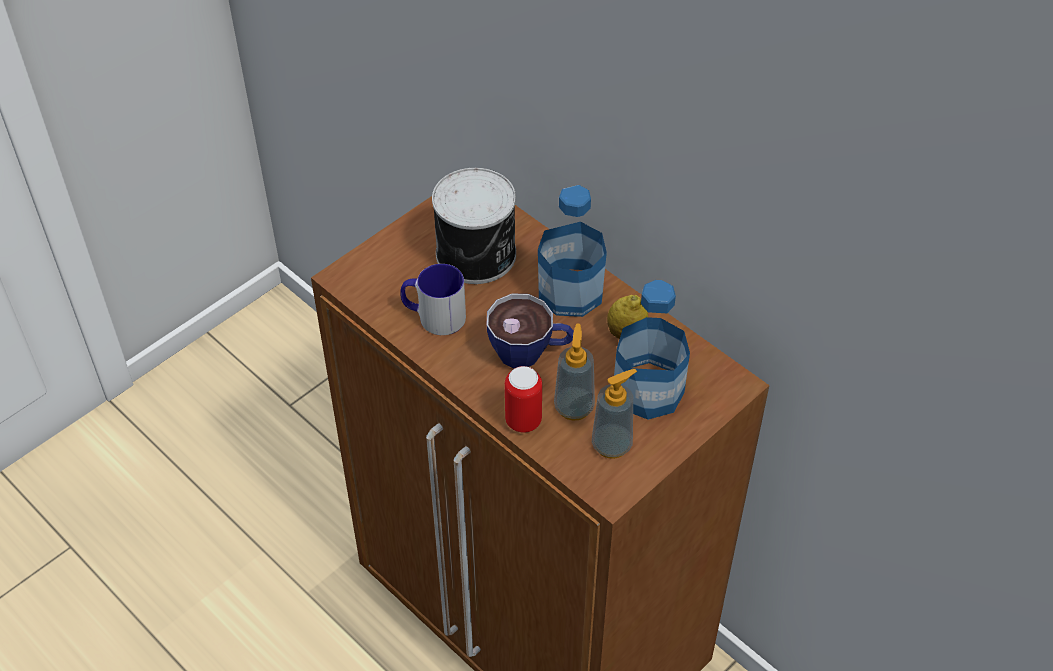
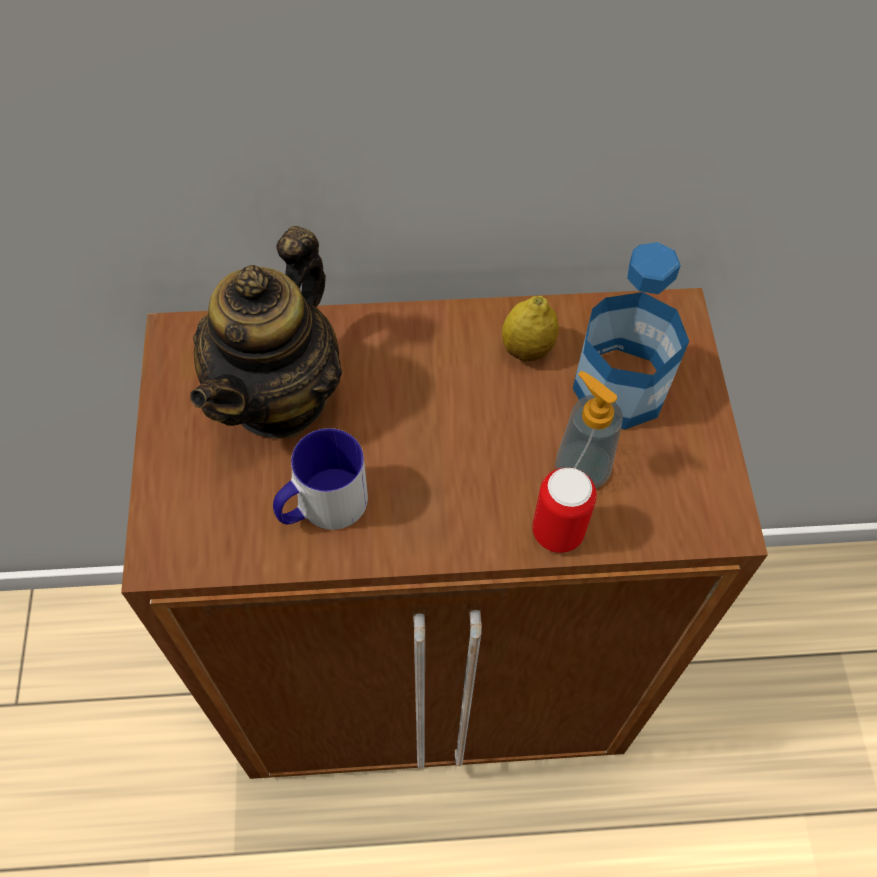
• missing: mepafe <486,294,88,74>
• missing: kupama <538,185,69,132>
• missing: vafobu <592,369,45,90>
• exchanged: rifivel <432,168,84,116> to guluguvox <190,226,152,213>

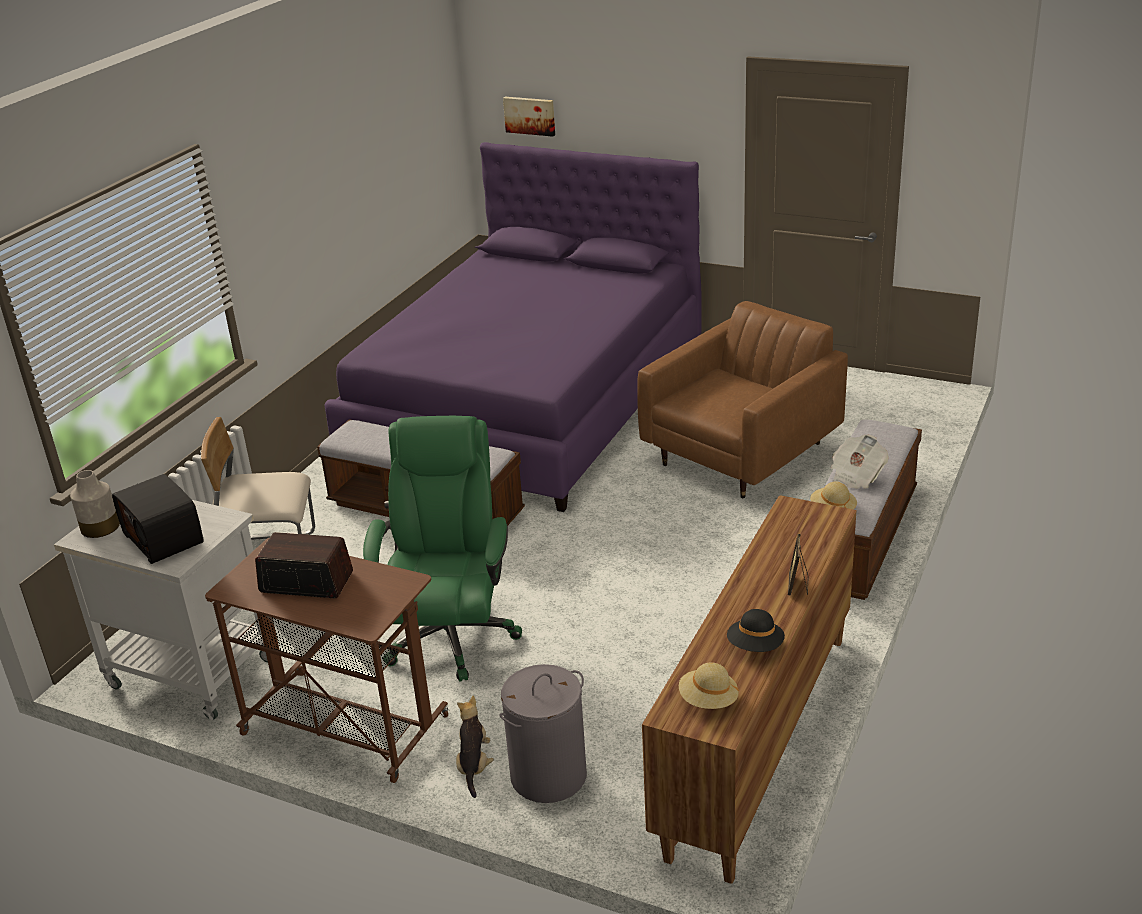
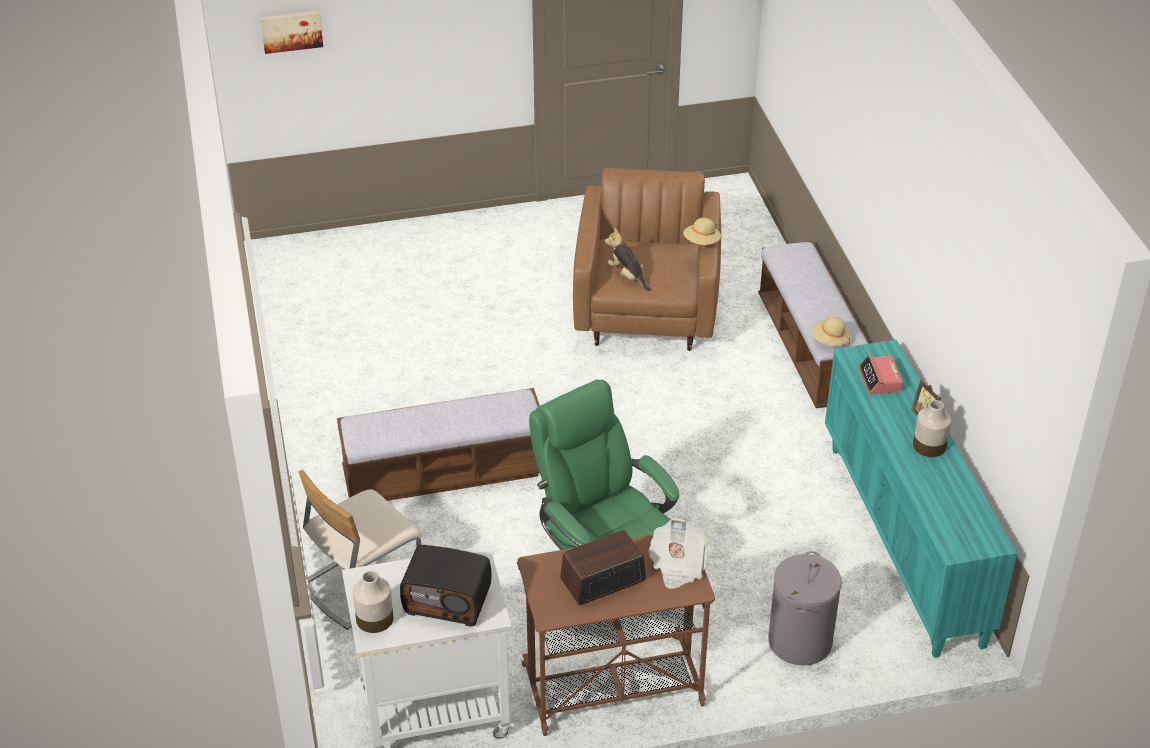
• missing: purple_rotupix <325,142,377,370>
• missing: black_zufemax <727,609,58,43>
• appeared: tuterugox <858,355,45,40>
• appeared: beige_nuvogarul <913,400,38,57>
• relocated: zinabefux <456,696,38,102> to <605,228,46,63>
• relocated: beige_zufemax <679,662,60,47> to <683,218,38,27>
• relocated: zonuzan <831,434,58,55> to <648,518,60,71>
• colour: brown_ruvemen <642,495,215,389> to turquoise_ruvemen <825,340,192,318>

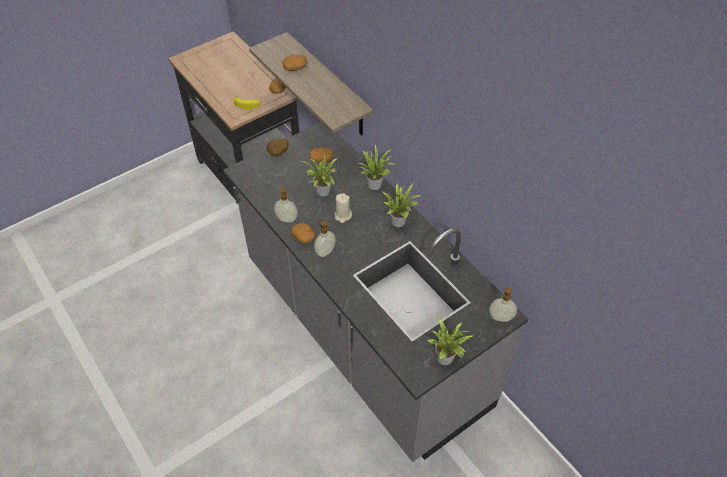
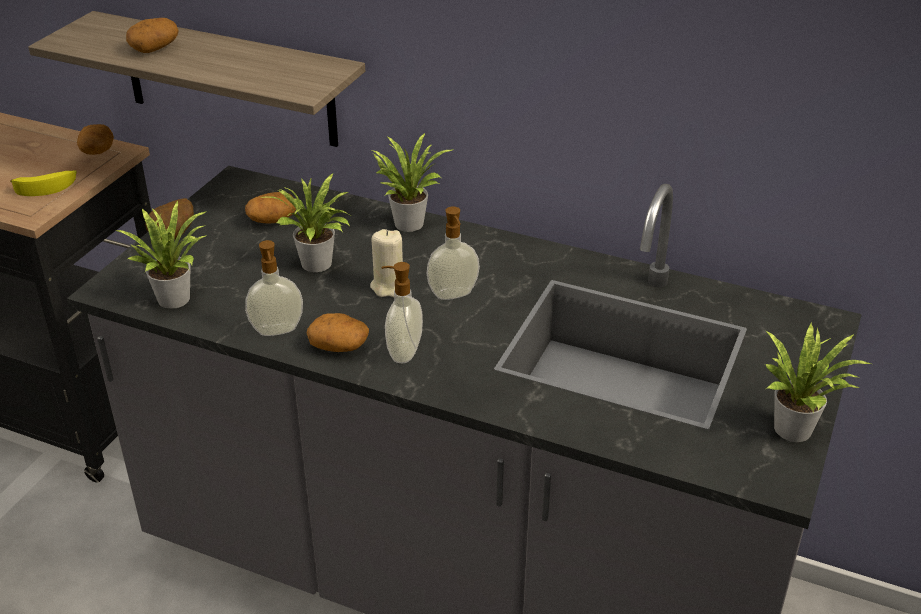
• relocated: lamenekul <383,183,37,44> to <115,201,92,107>
• relocated: vafobu <489,287,28,35> to <426,206,54,94>

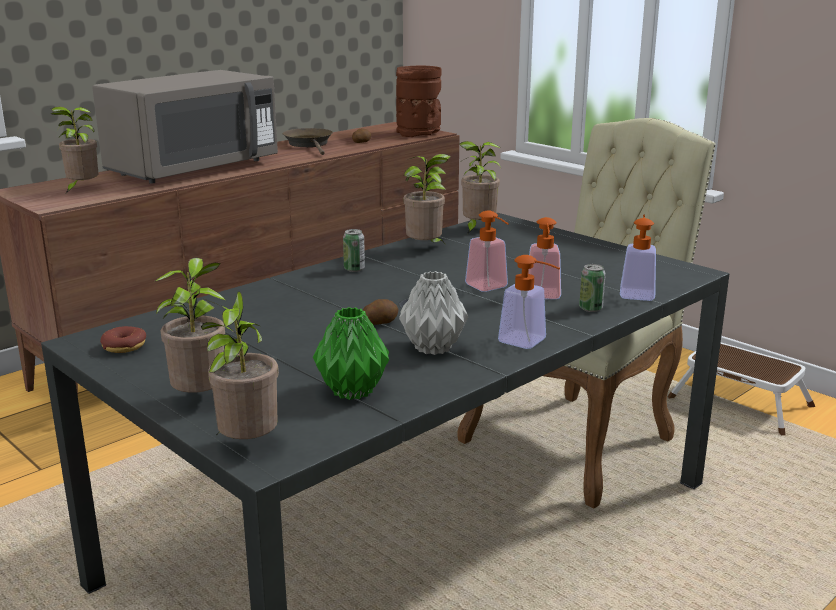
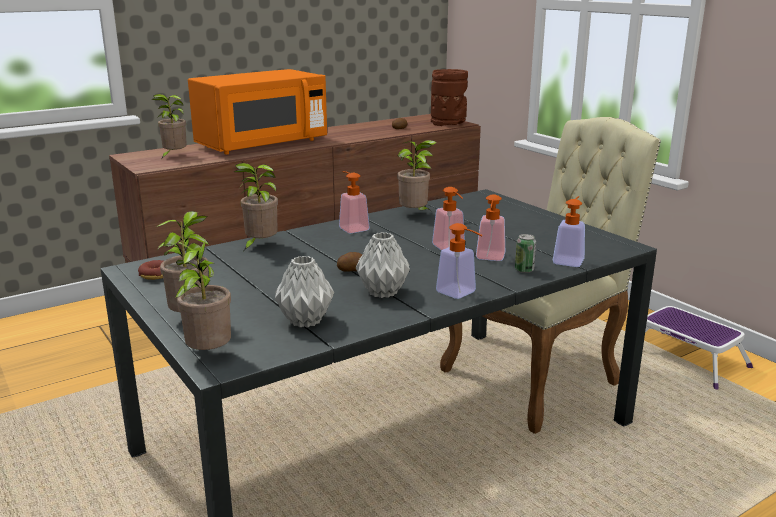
• missing: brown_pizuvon <283,128,50,27>
• relocated: lamenekul <459,141,42,93> to <234,163,44,87>
• exchanged: rifivel <343,229,22,43> to vafobu <339,171,31,62>
• colour: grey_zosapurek <92,70,186,114> to orange_zosapurek <188,69,139,86>
• colour: green_nuvogarul <313,307,76,93> to grey_nuvogarul <275,256,59,72>
• colour: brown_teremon <668,343,147,92> to purple_teremon <645,306,108,83>

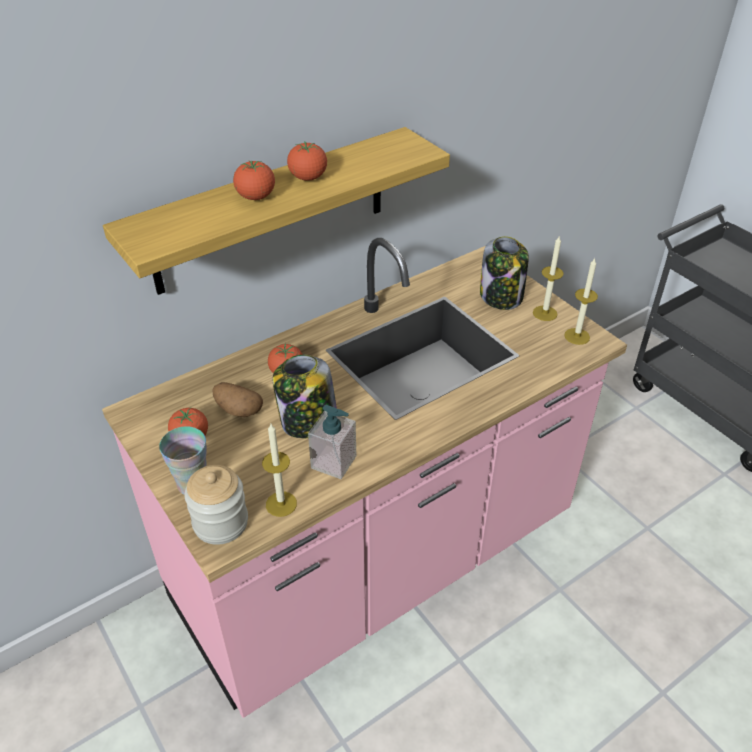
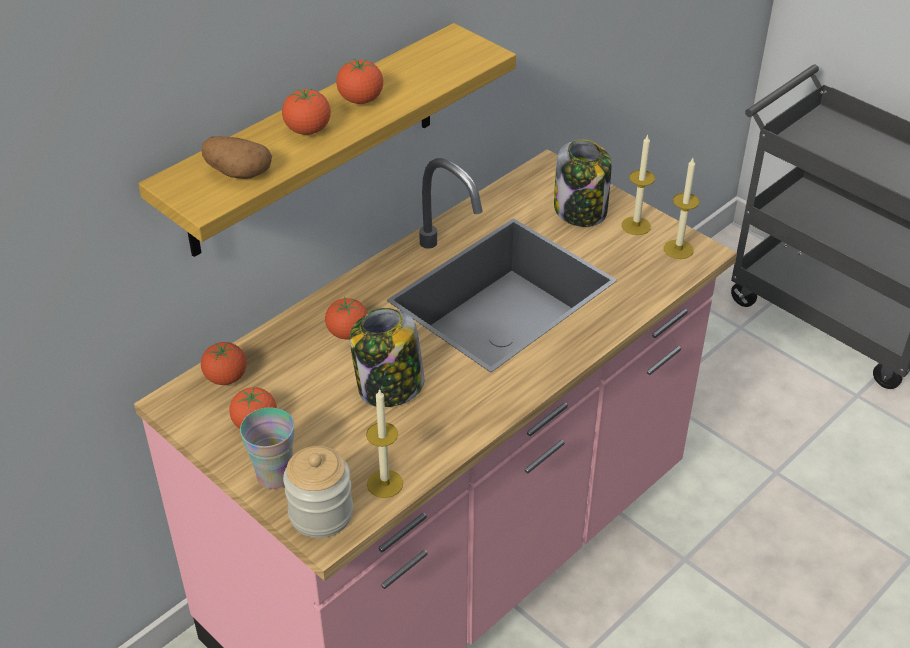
• missing: vafobu <308,405,48,74>
• appeared: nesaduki <201,342,46,43>
• relocated: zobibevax <212,382,51,35> to <202,136,70,43>

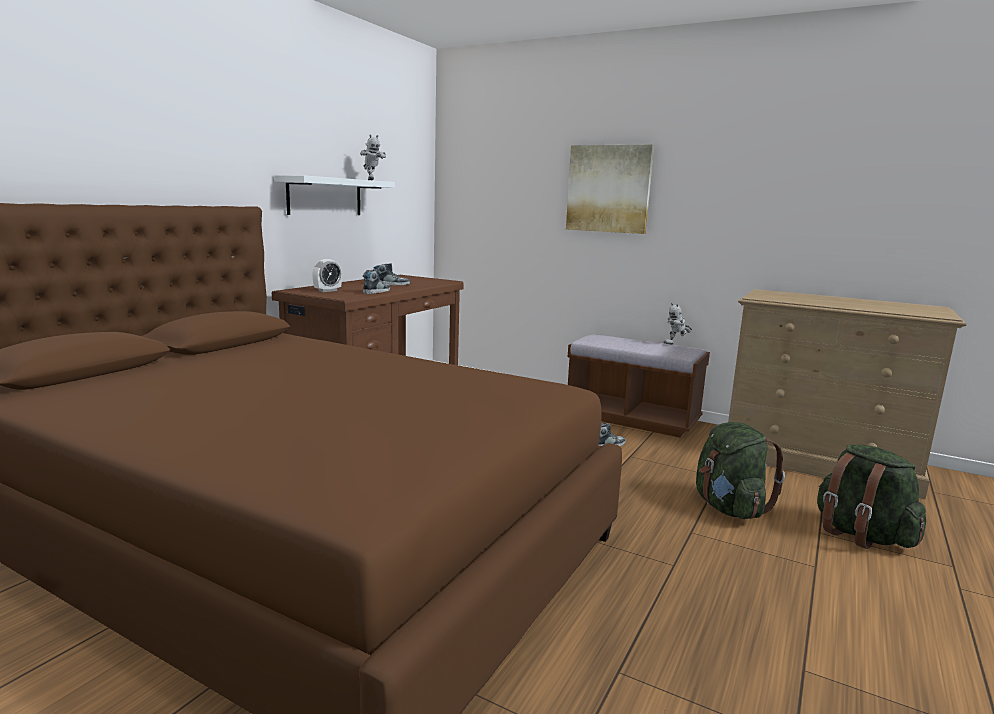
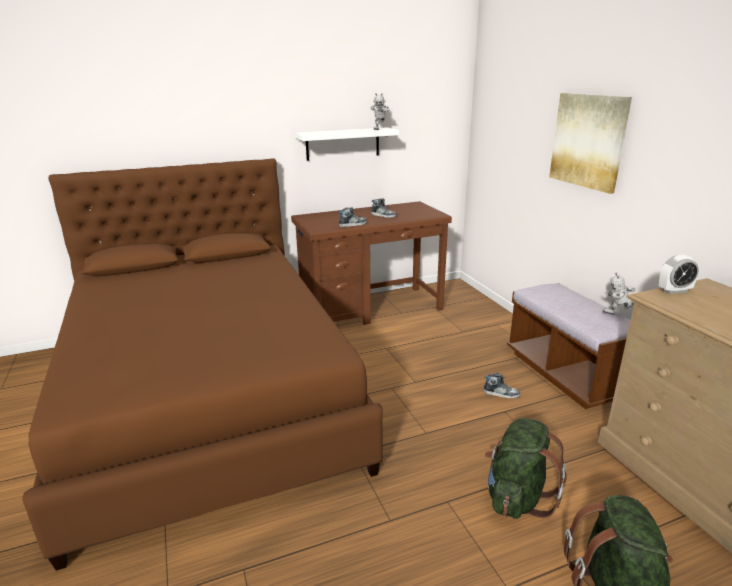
• relocated: tuterugox <312,259,30,33> to <659,255,40,39>

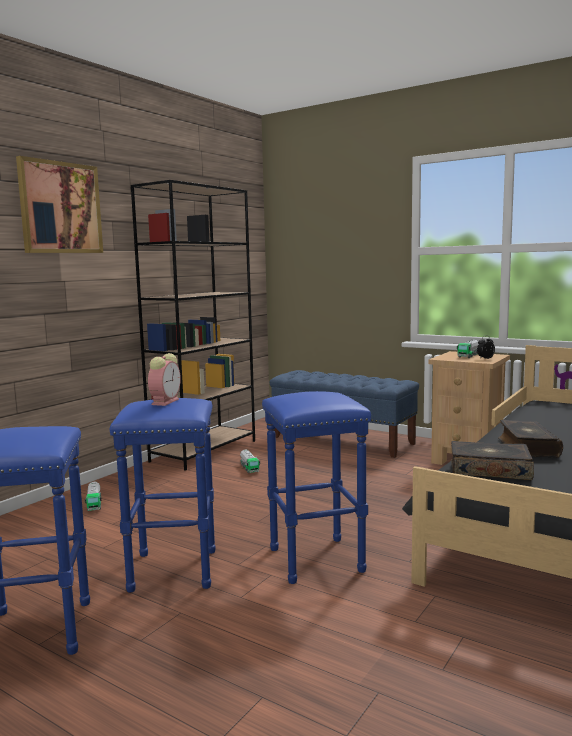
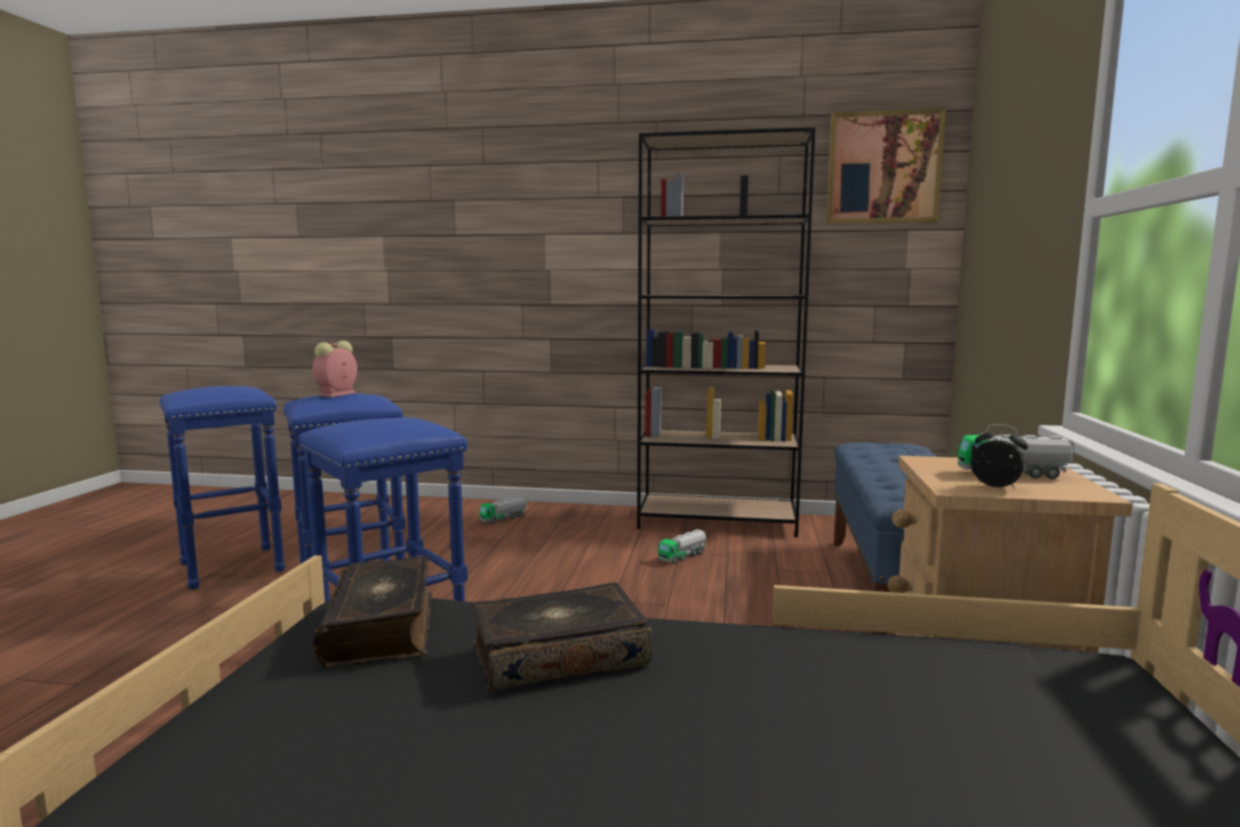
• relocated: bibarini <16,156,87,97> to <826,108,120,116>
• spun: tuterugox <148,353,33,53> = <313,341,44,56> 120 degrees clockwise

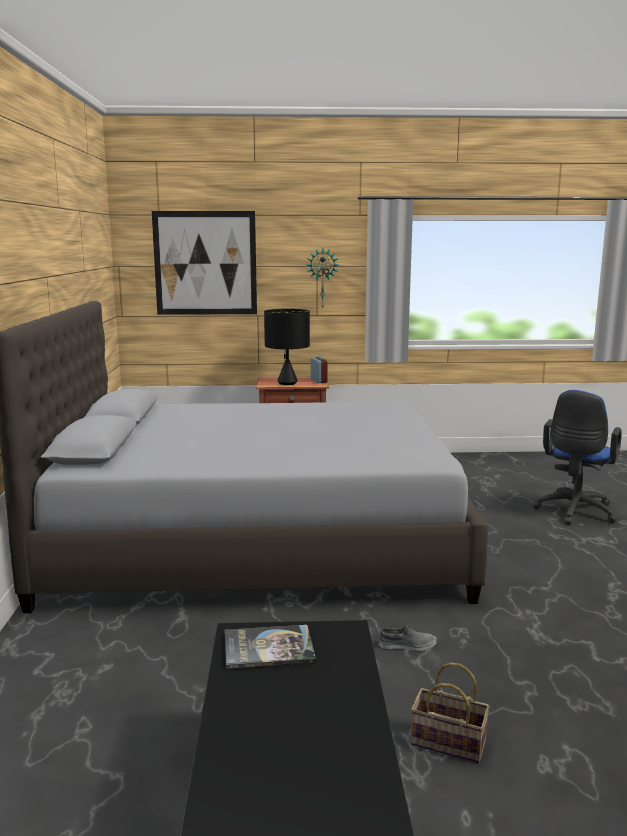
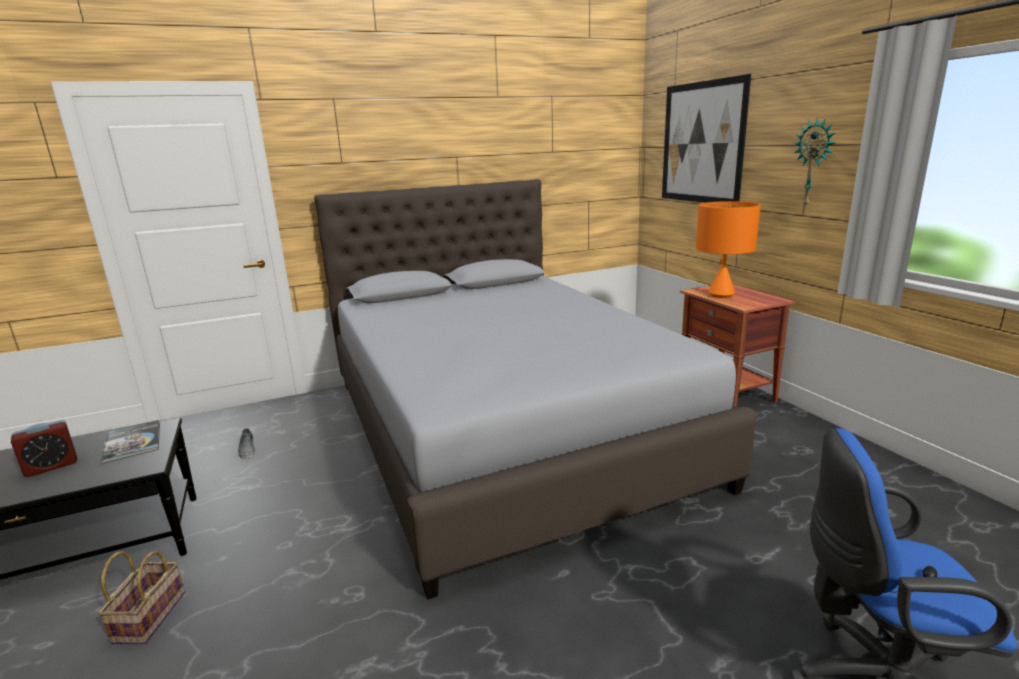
• relocated: tuterugox <311,356,17,27> to <11,420,66,57>
• relocated: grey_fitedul <379,625,57,26> to <238,428,17,31>
• colour: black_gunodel <264,309,46,76> to orange_gunodel <696,201,65,97>

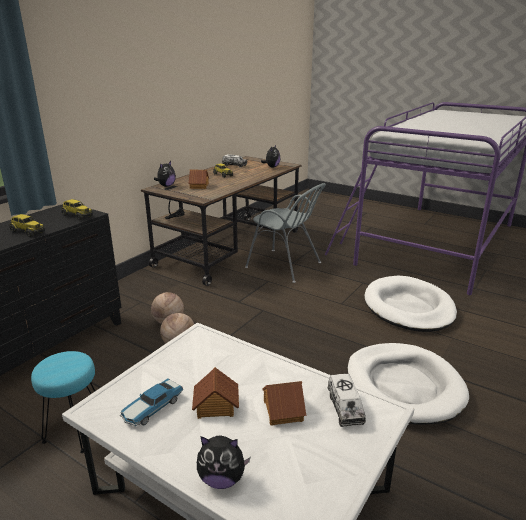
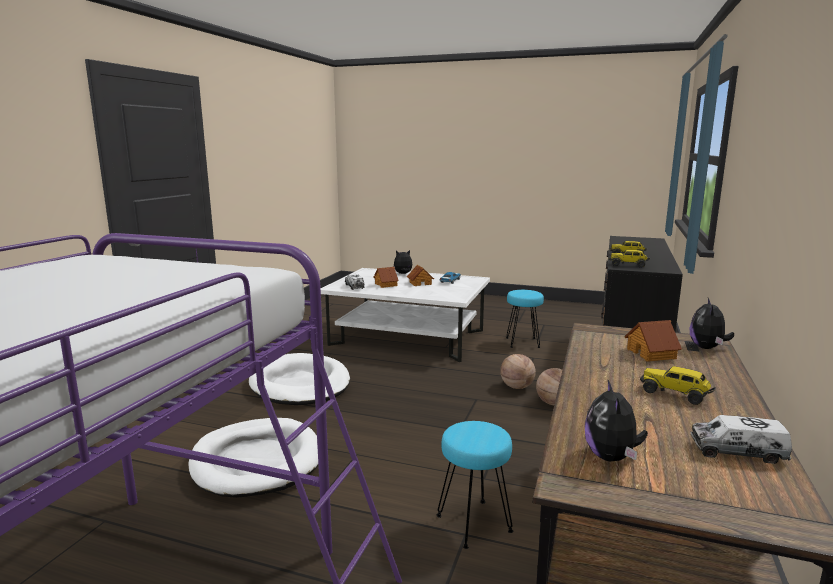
• exchanged: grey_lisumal <245,183,81,100> to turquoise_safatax <437,421,76,128>

